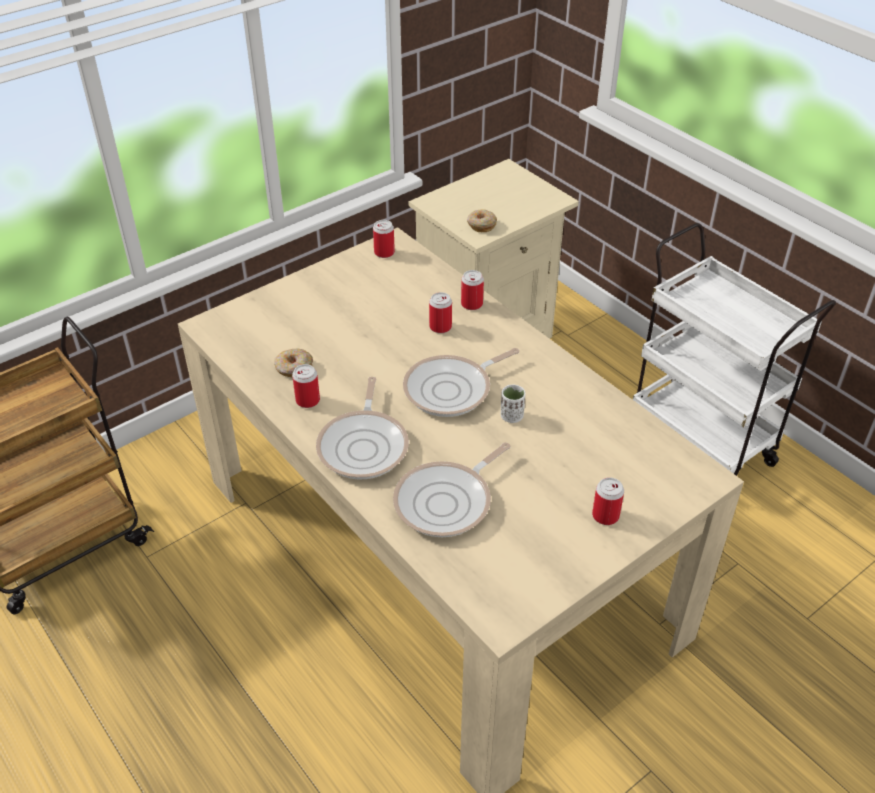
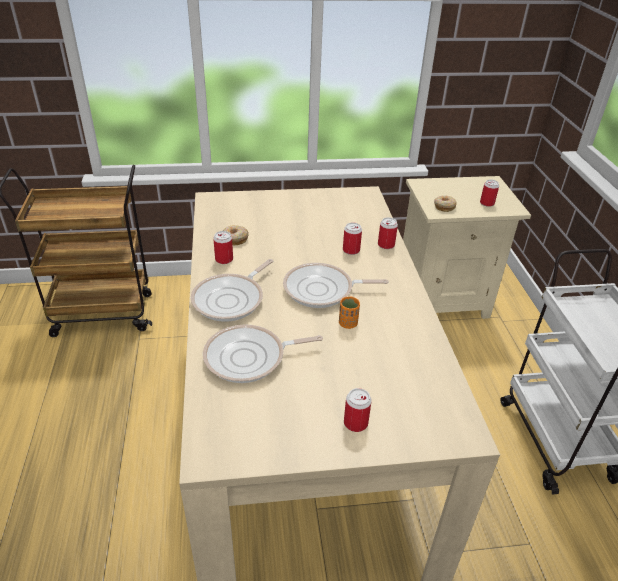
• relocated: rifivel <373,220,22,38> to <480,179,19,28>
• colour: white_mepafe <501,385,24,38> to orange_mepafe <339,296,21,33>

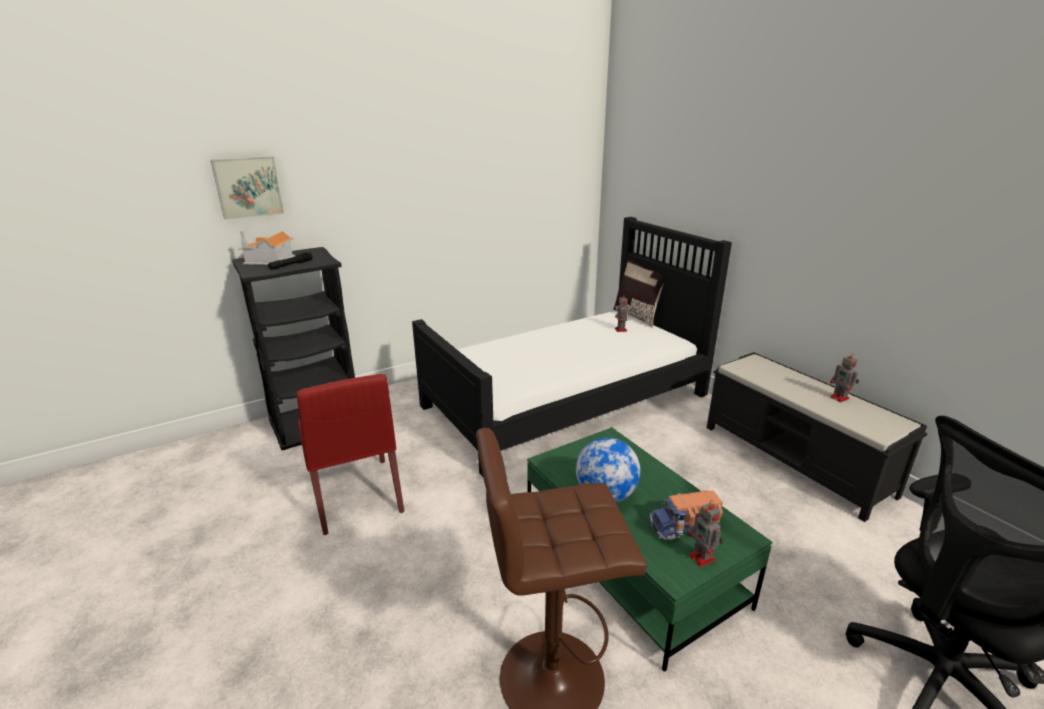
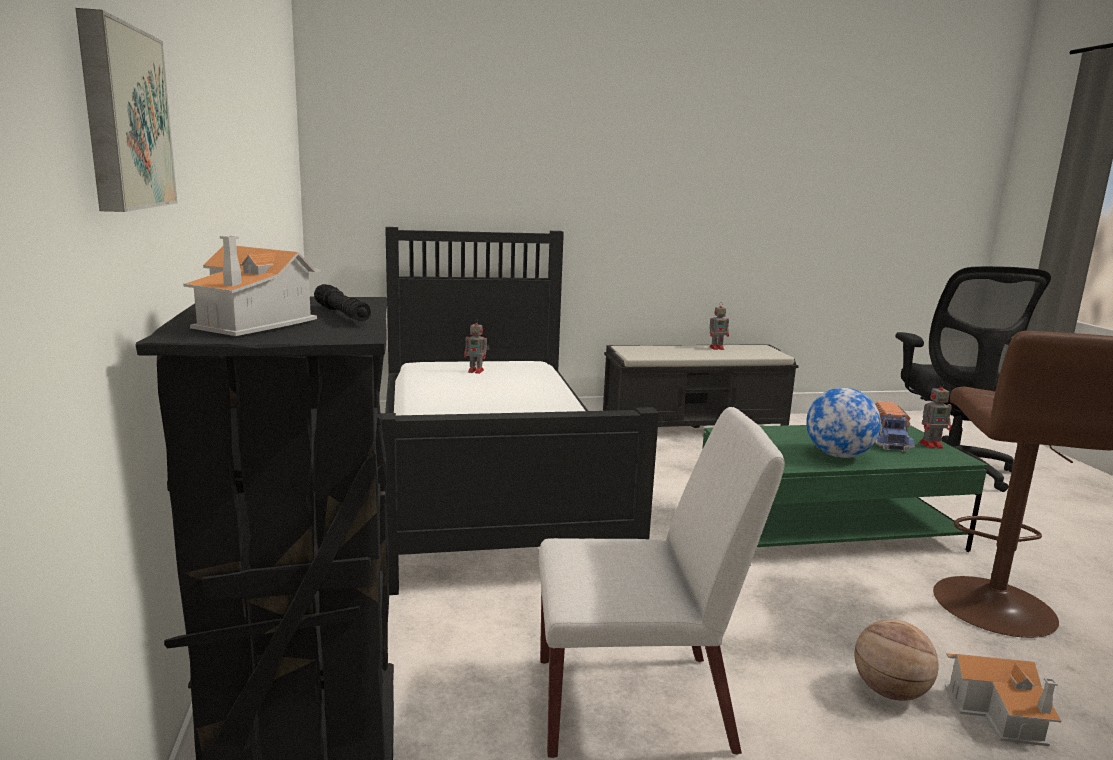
• missing: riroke <613,259,51,68>
• appeared: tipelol <854,619,85,82>
• appeared: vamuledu <945,653,117,93>
• colour: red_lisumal <297,374,107,161> to white_lisumal <539,407,246,351>

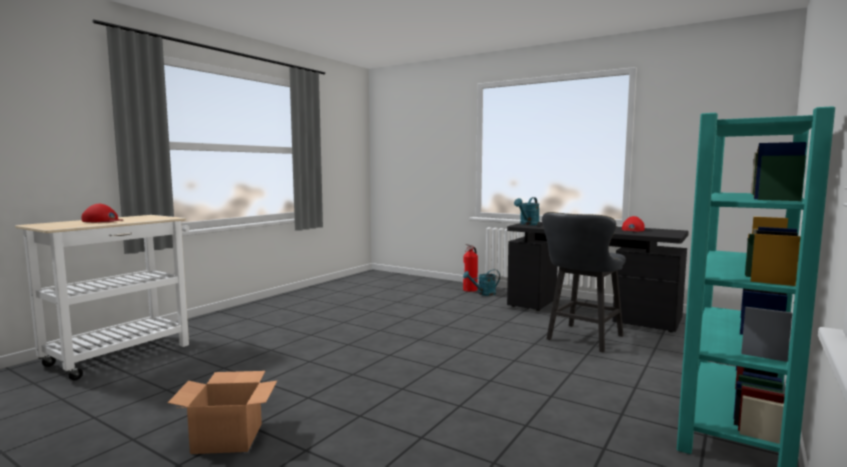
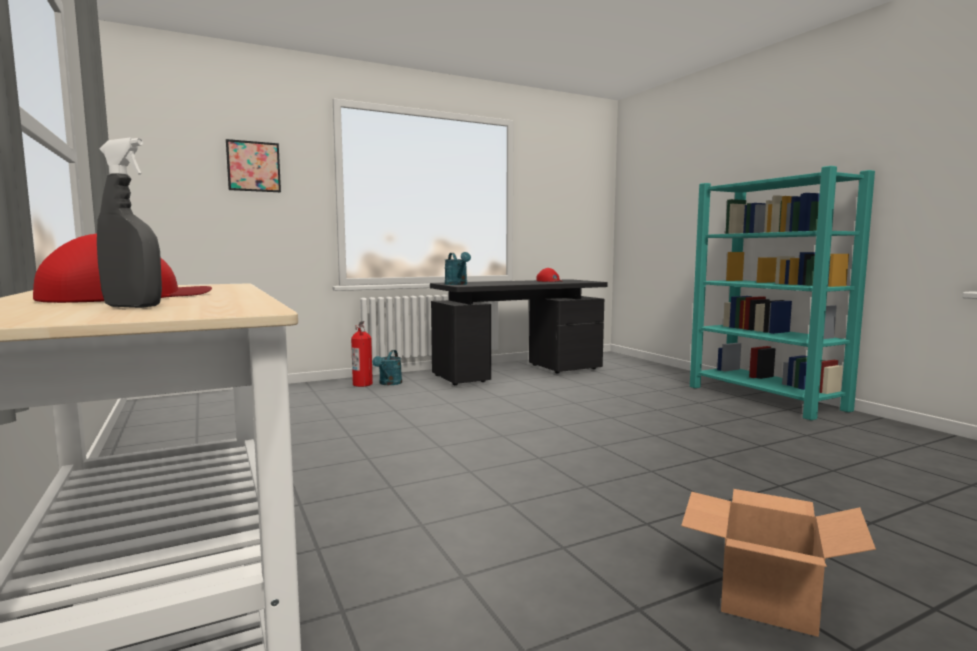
• missing: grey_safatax <542,212,84,140>
• appeared: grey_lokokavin <97,137,65,171>
• appeared: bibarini <226,139,55,53>

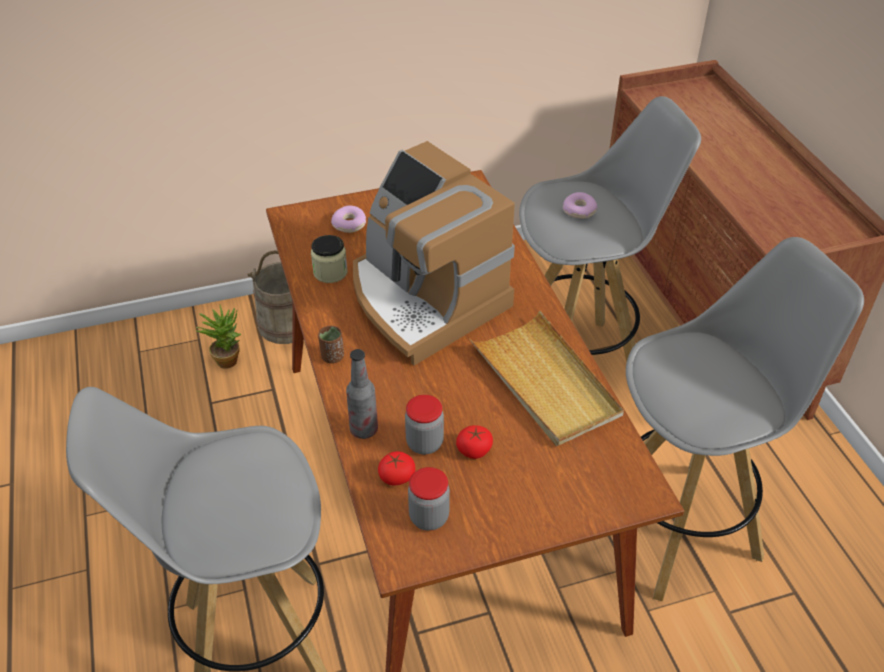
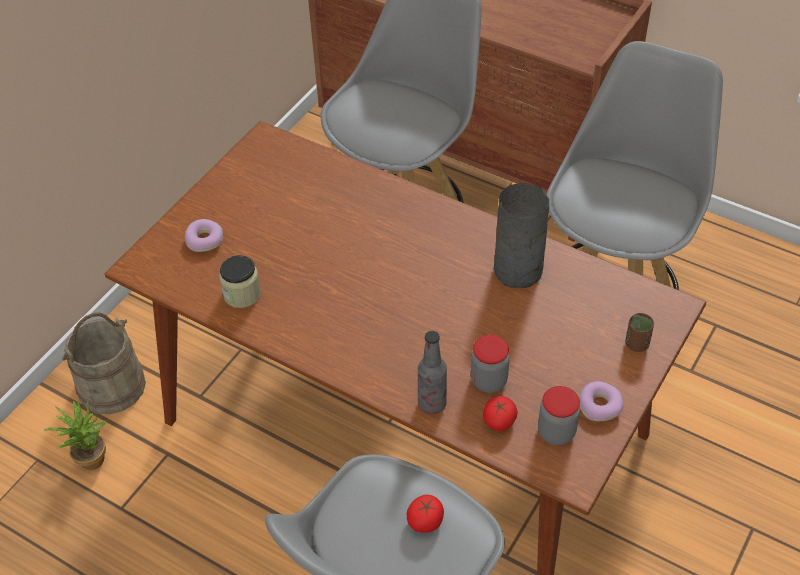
• missing: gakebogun <353,141,162,225>
• relocated: brown_mepafe <318,326,26,38> to <626,313,28,39>
• relocated: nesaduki <456,425,37,34> to <407,495,37,38>
• relocated: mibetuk <563,192,34,27> to <579,381,44,40>
• exchanged: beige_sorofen <469,311,155,135> to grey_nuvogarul <494,183,55,105>

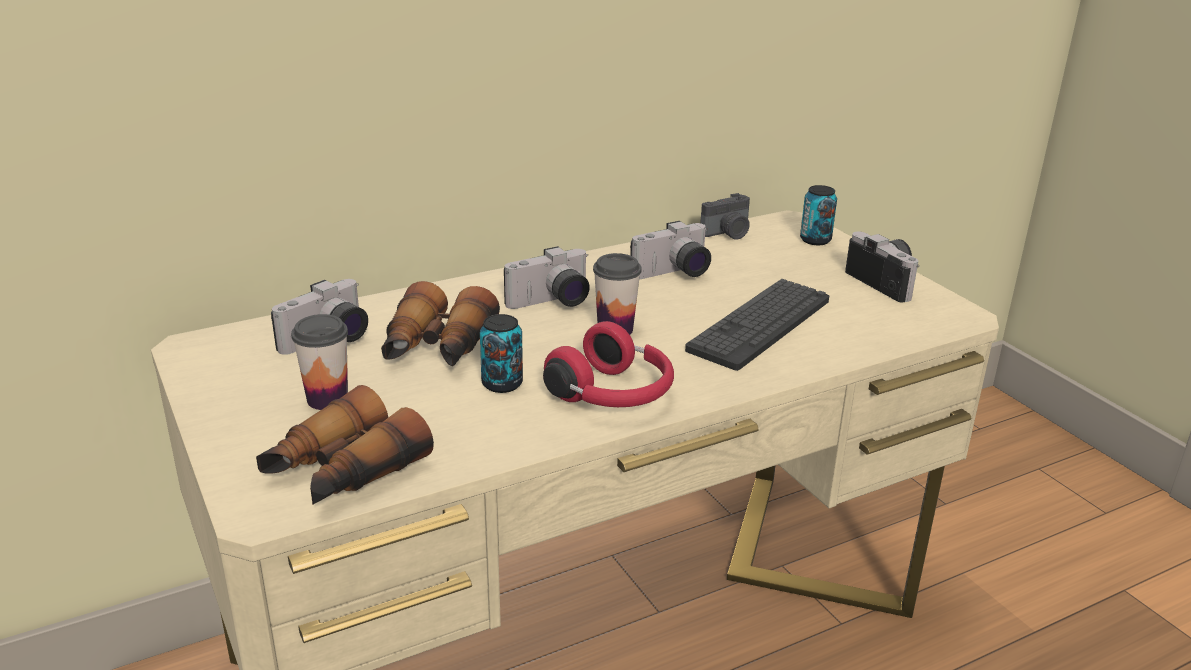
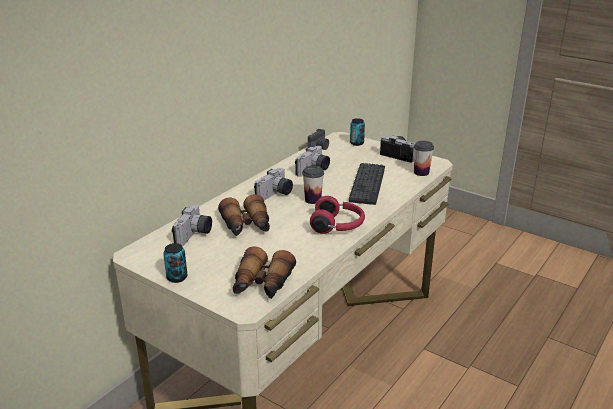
• relocated: mepafe <291,314,57,96> to <414,141,20,35>
• relocated: rifivel <480,314,43,79> to <163,243,24,40>

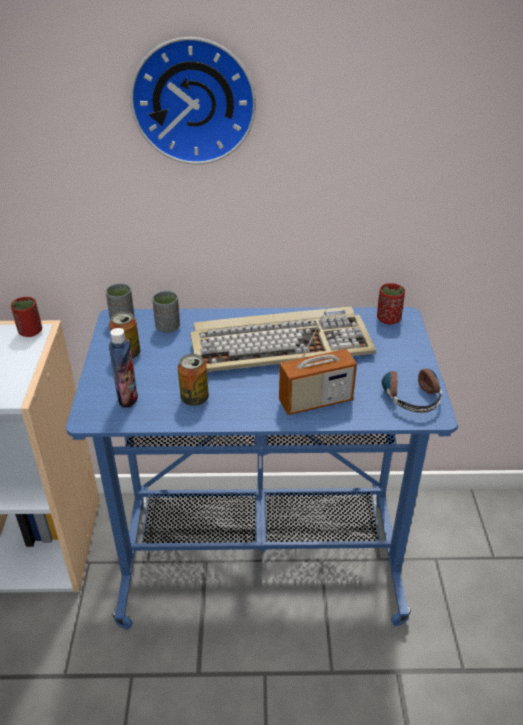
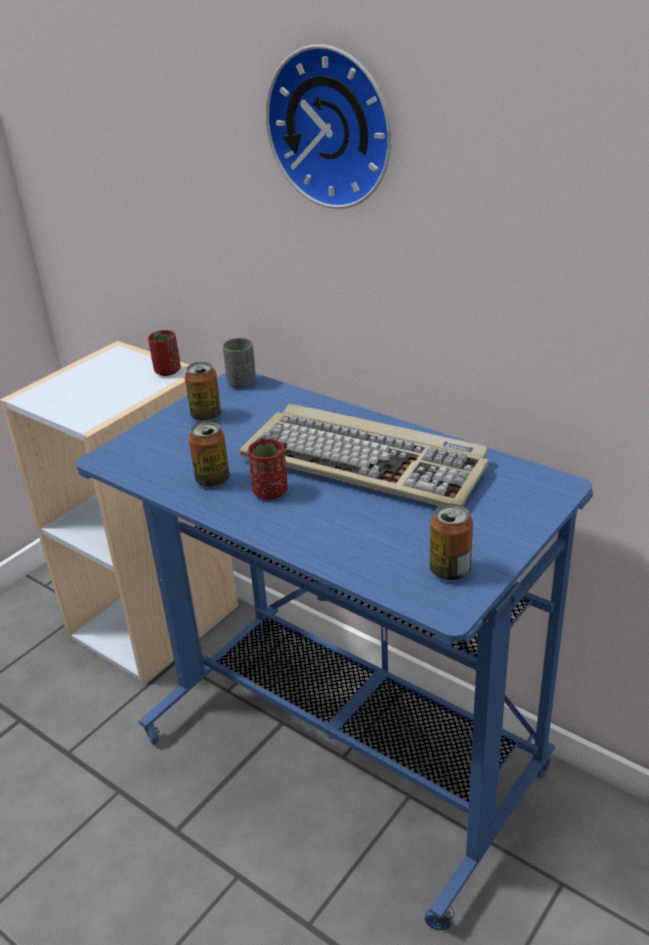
• missing: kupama <109,328,29,80>
• missing: grey_mepafe <152,291,28,42>
• missing: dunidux <279,305,78,110>
• relocated: red_mepafe <377,283,28,41> to <248,439,40,60>
• exchanged: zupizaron <382,360,61,53> to rifivel <430,504,43,76>

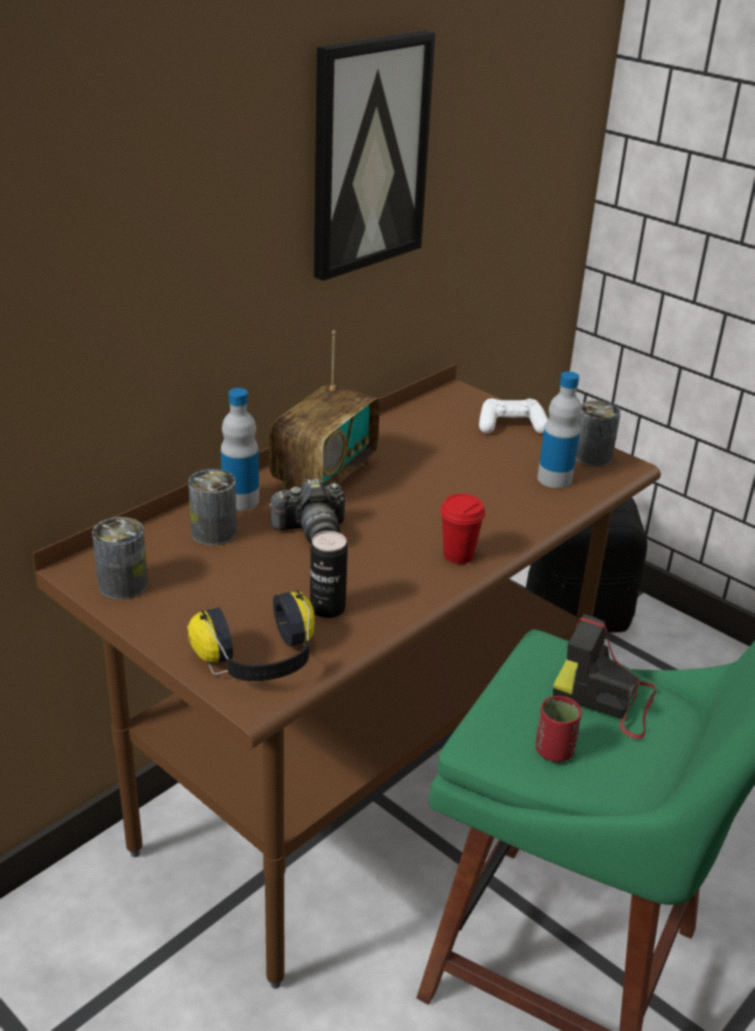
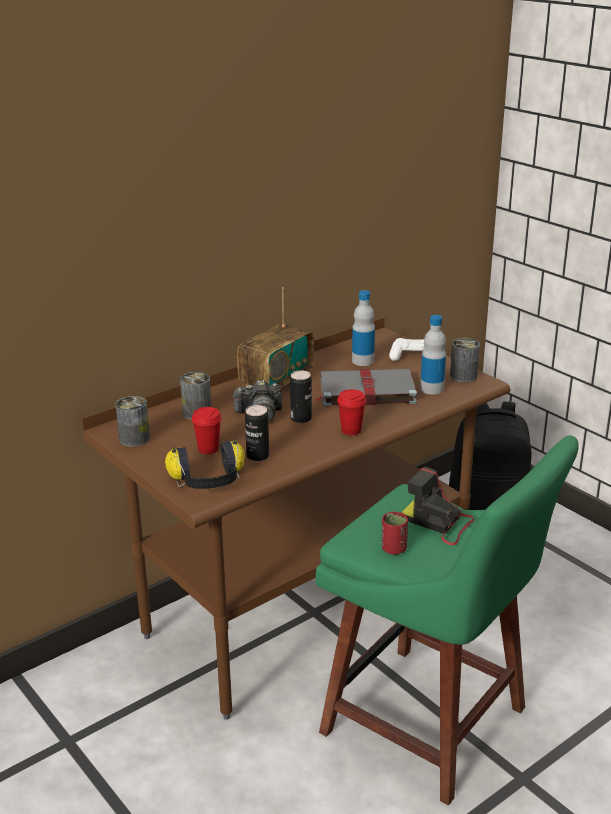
• missing: bibarini <313,30,122,251>
• appeared: red_mepafe <192,407,30,47>
• appeared: rifivel <290,370,22,53>
• appeared: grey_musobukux <314,369,103,38>
• relocated: kupama <221,388,38,123> to <352,290,23,76>

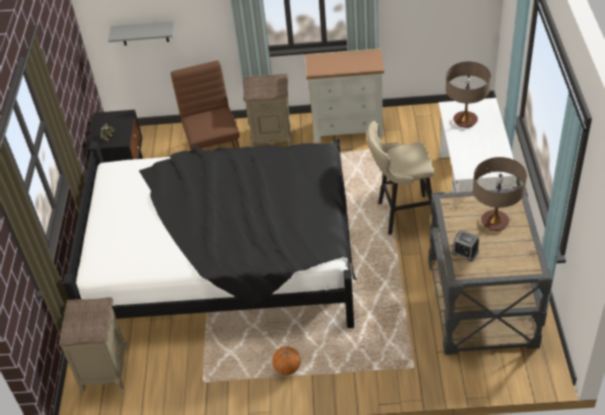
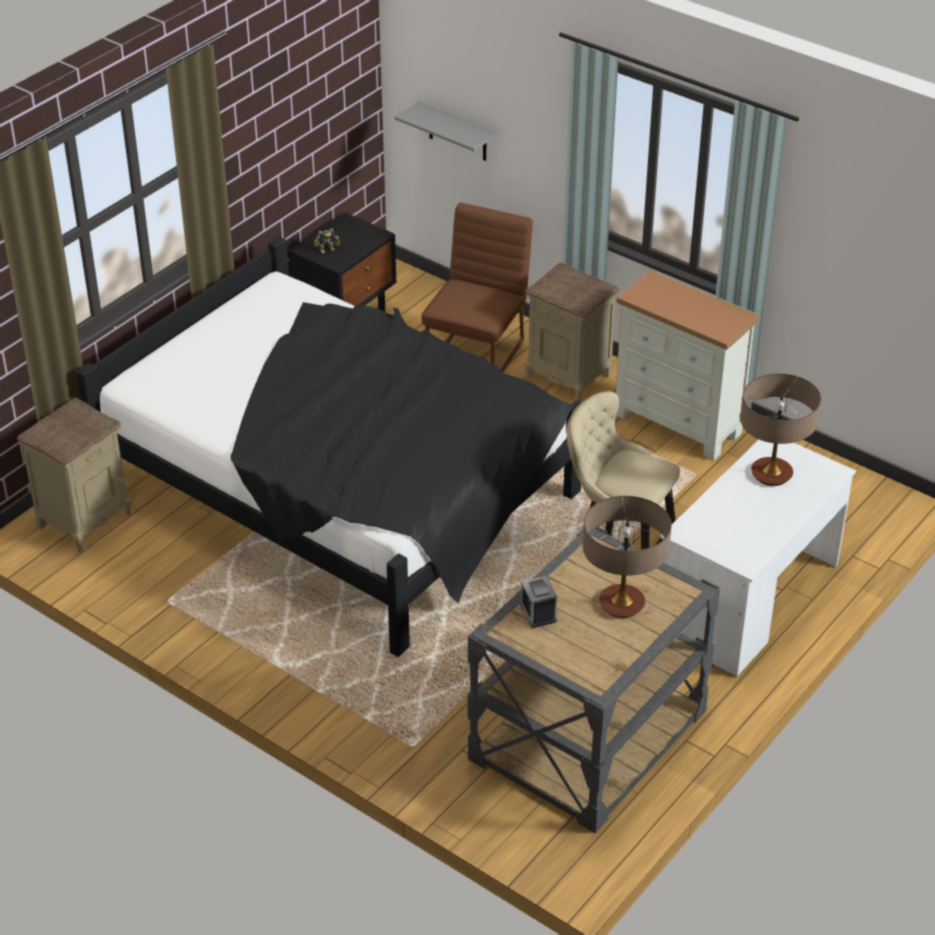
• missing: tipelol <272,346,28,29>

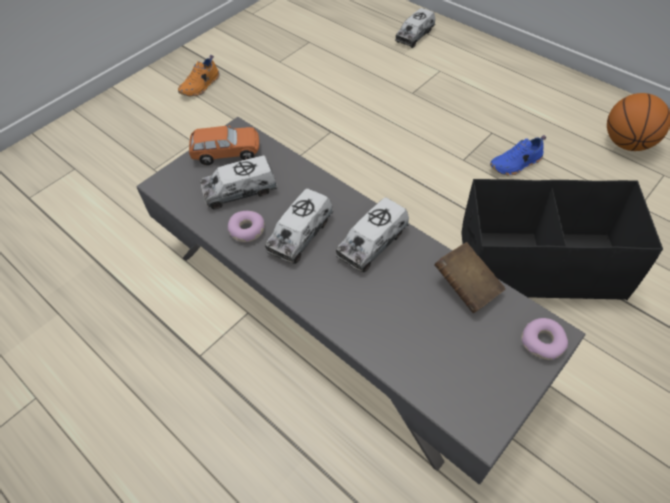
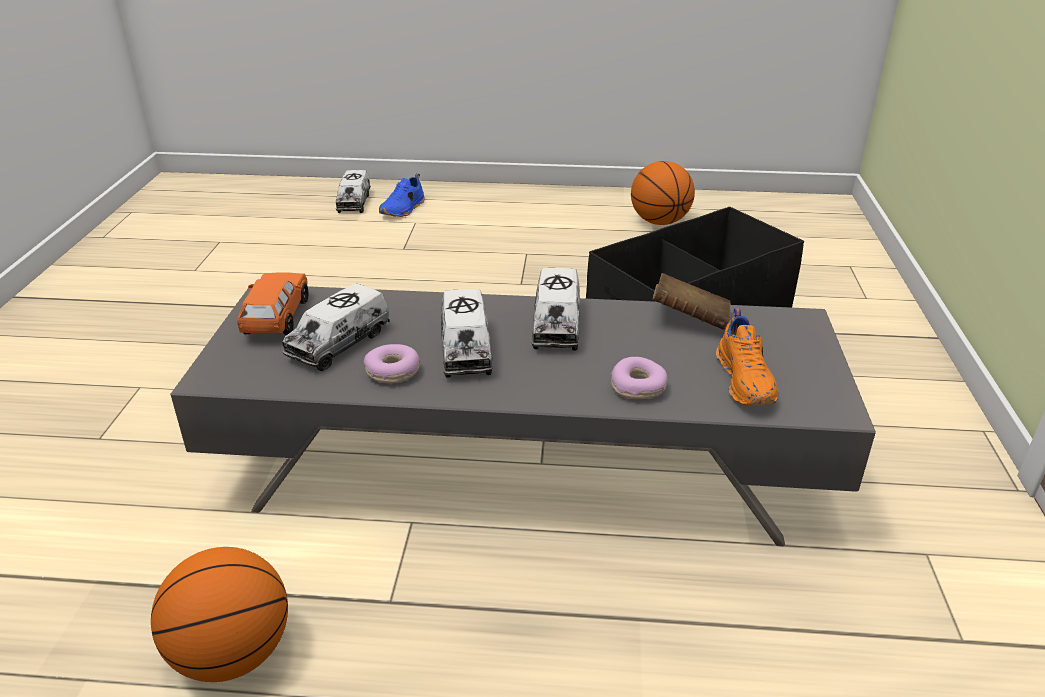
• appeared: tipelol <151,547,137,135>
• relocated: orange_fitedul <178,55,42,41> to <716,308,62,97>
• relocated: blue_fitedul <490,135,56,40> to <379,173,46,44>
• relocated: mibetuk <521,318,47,42> to <611,357,56,42>
• spun: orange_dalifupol <189,125,70,40> = <237,272,71,63> 45 degrees counterclockwise

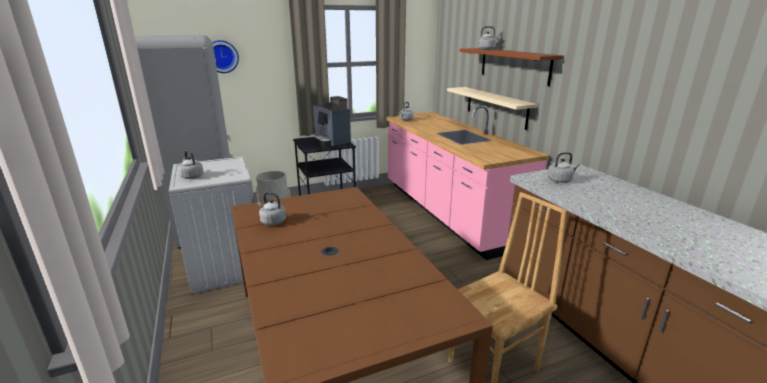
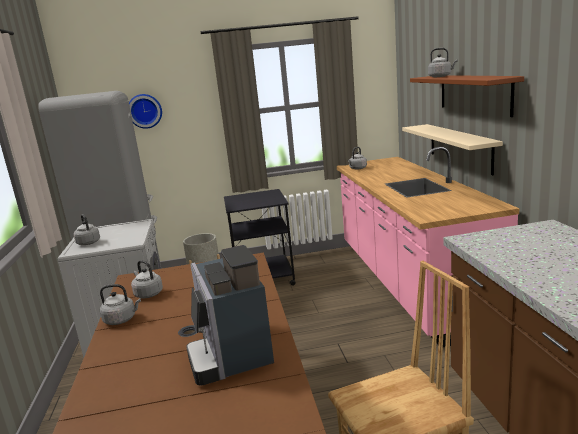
• relocated: gakebogun <313,96,38,52> to <186,245,88,141>
• relocated: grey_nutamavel <547,152,33,31> to <100,284,41,41>

